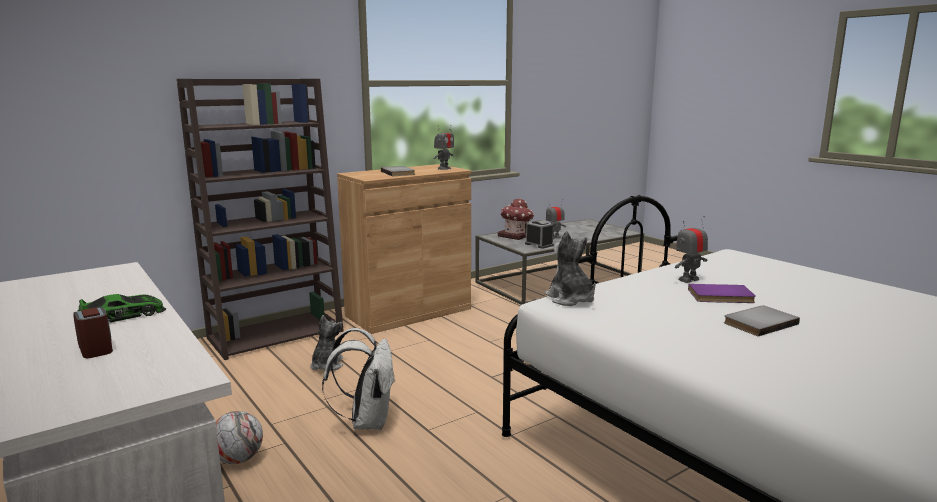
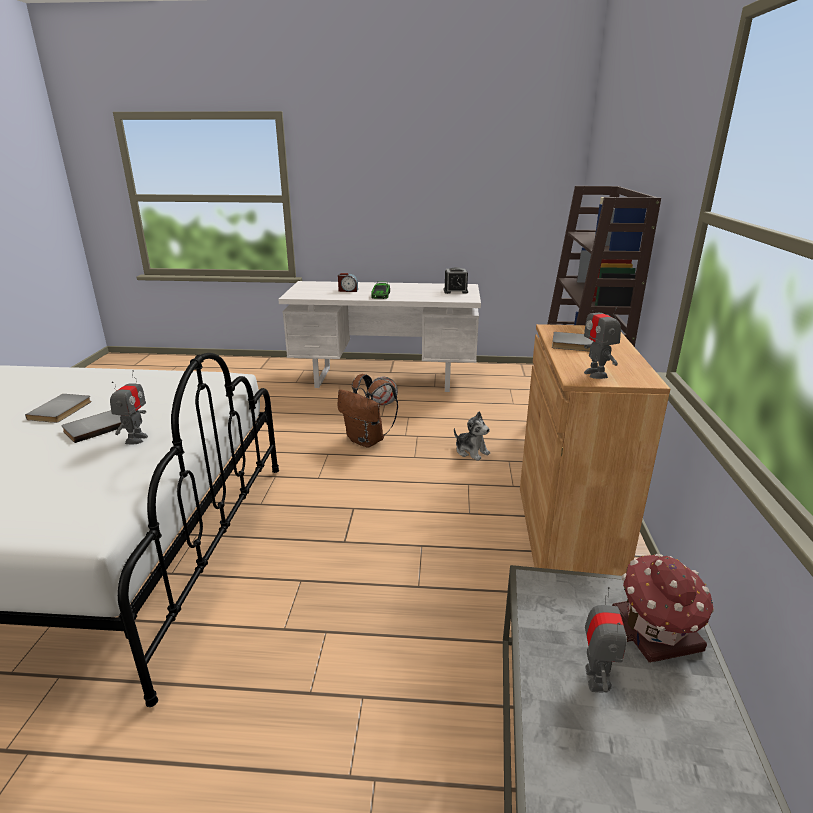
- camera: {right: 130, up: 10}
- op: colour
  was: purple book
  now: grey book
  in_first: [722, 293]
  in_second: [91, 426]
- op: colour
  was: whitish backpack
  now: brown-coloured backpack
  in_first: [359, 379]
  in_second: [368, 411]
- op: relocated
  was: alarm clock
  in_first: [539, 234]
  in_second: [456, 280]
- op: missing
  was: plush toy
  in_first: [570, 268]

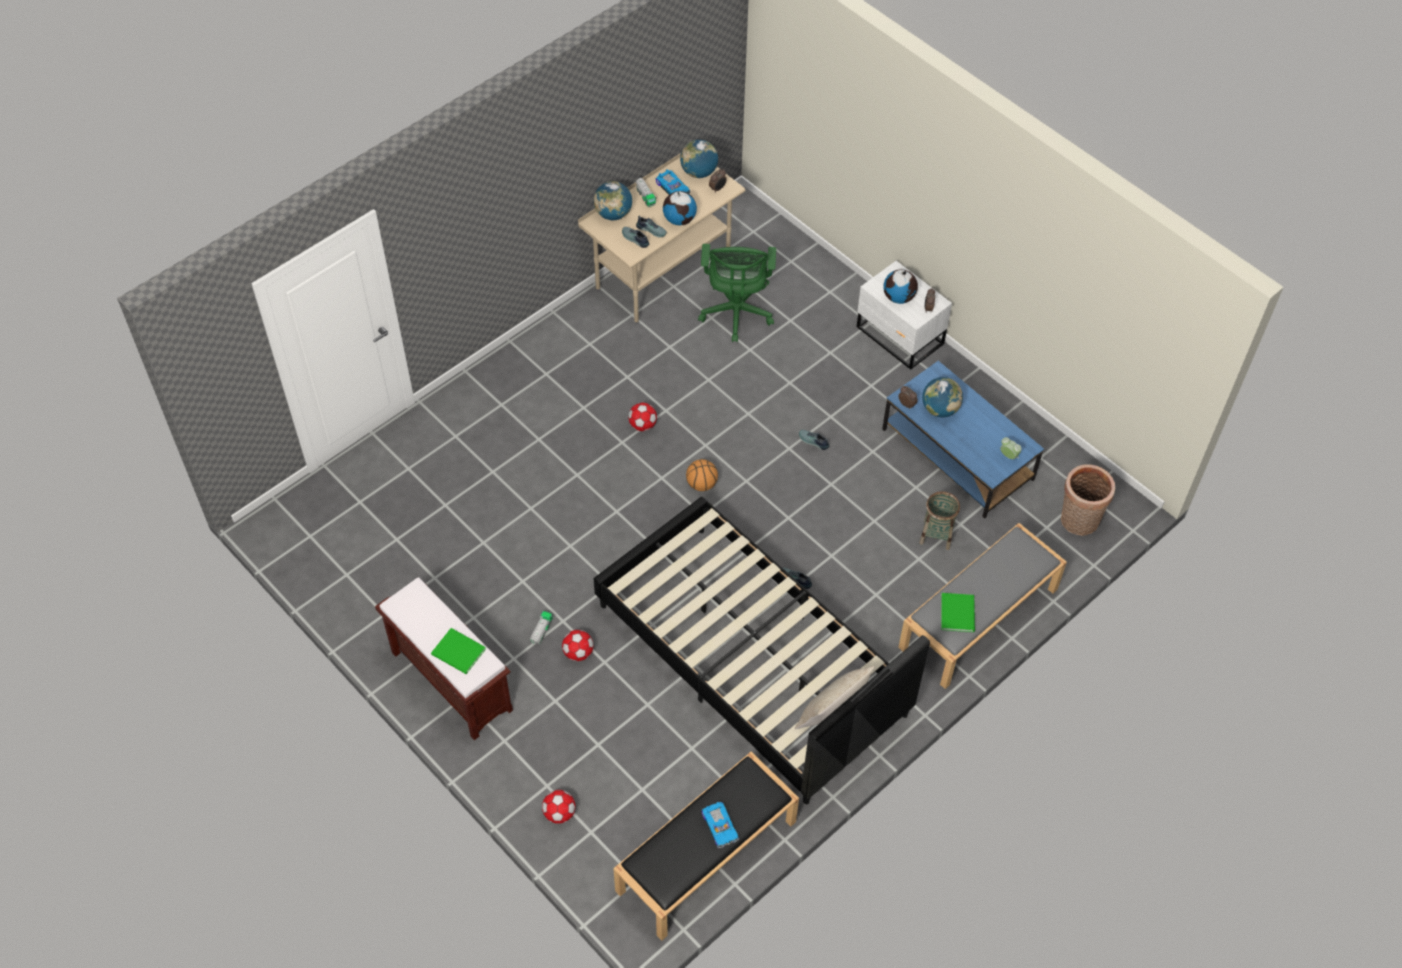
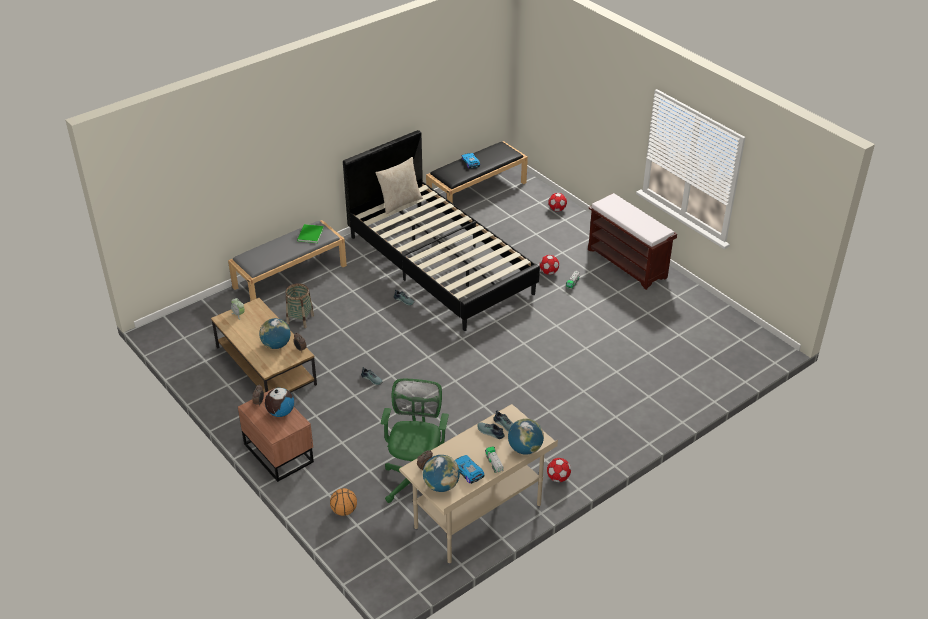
- camera: {right: -175, up: -15}
- op: colour
  was: blue lounge table
  now: brown-coloured lounge table
  in_first: [963, 440]
  in_second: [264, 345]
- op: colour
  was: whitish night table
  now: brown-coloured night table
  in_first: [904, 315]
  in_second: [276, 435]
- op: relocated
  was: basketball
  in_first: [702, 475]
  in_second: [343, 502]
- op: relocated
  was: football
  in_first: [642, 417]
  in_second: [559, 470]
- op: missing
  was: green book
  in_first: [458, 651]
- op: missing
  was: desk globe
  in_first: [680, 208]
- op: missing
  was: storage basket
  in_first: [1088, 500]

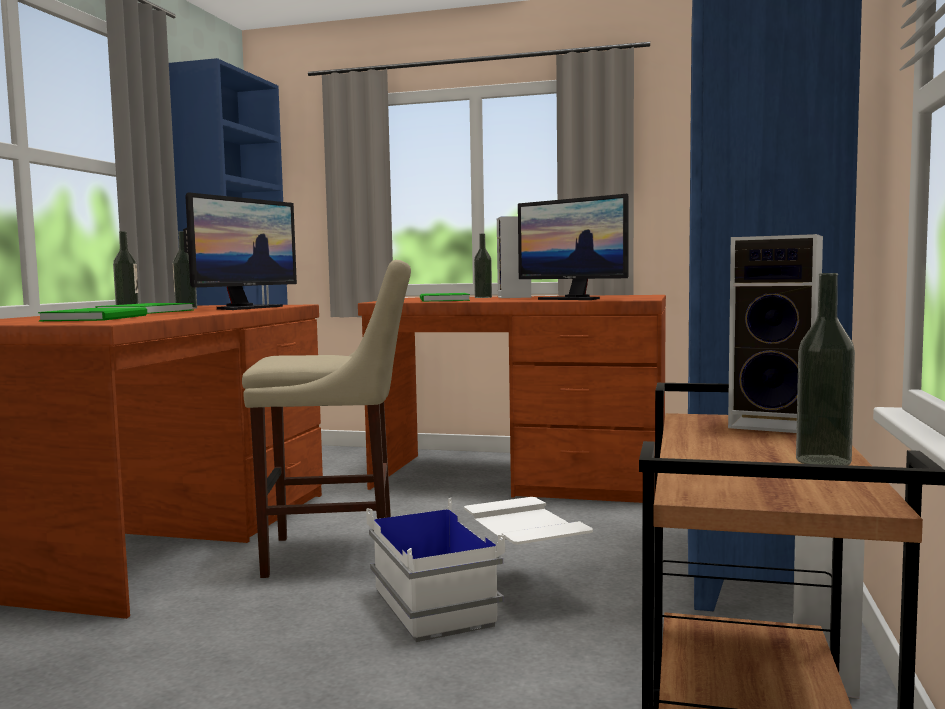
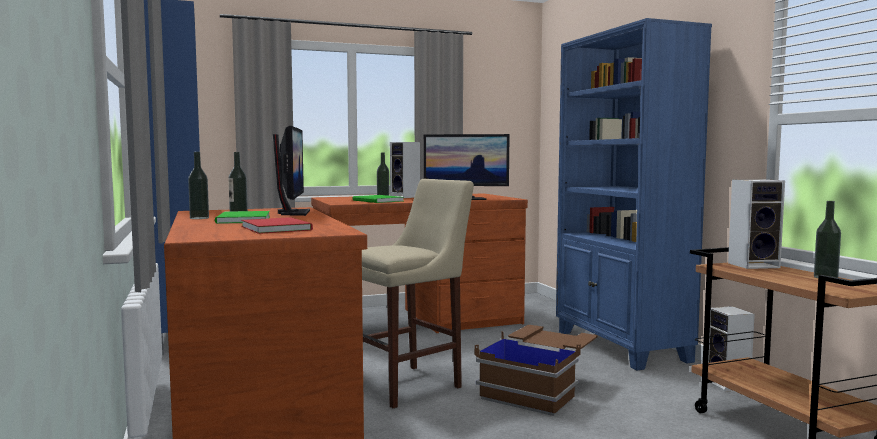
- camera: {right: -35, up: 0}
- op: colour
  was: green book
  now: red book
  in_first: [92, 314]
  in_second: [277, 225]
- op: colour
  was: whitish storage bin
  now: brown-coloured storage bin
  in_first: [479, 569]
  in_second: [536, 370]

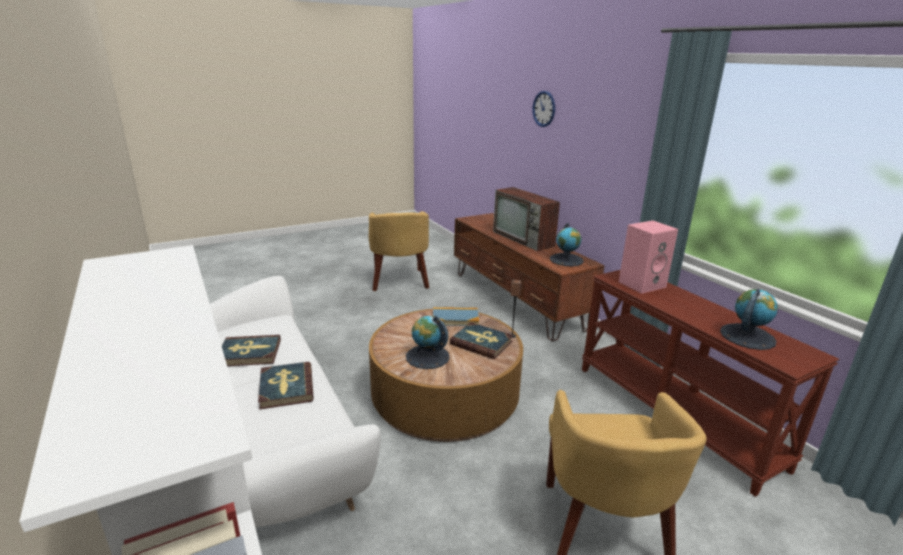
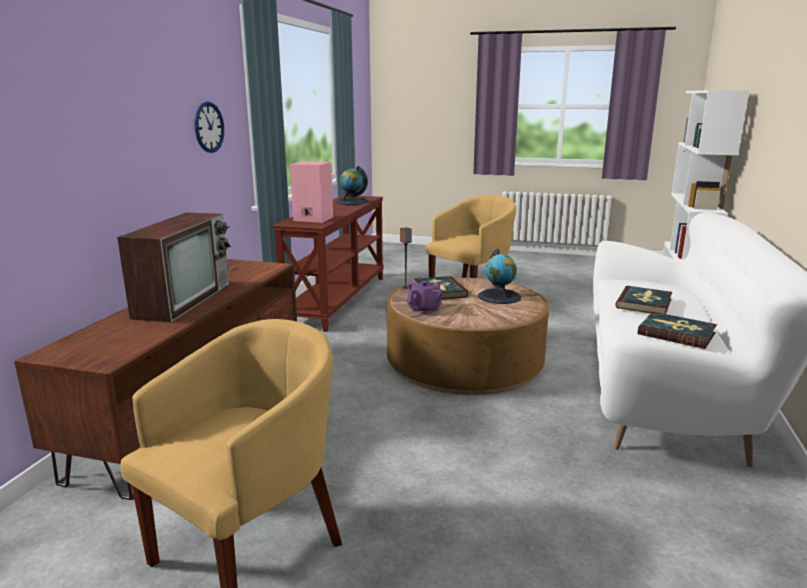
- camera: {right: -135, up: -5}
- op: relocated
  was: hanging clock
  in_first: [543, 109]
  in_second: [209, 127]
- op: exchanged
  was: book
  now: purple teapot
  in_first: [456, 316]
  in_second: [425, 297]
- op: missing
  was: desk globe
  in_first: [567, 244]

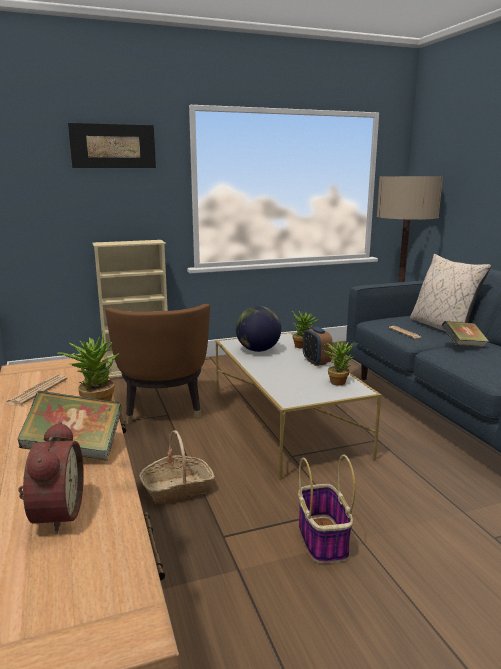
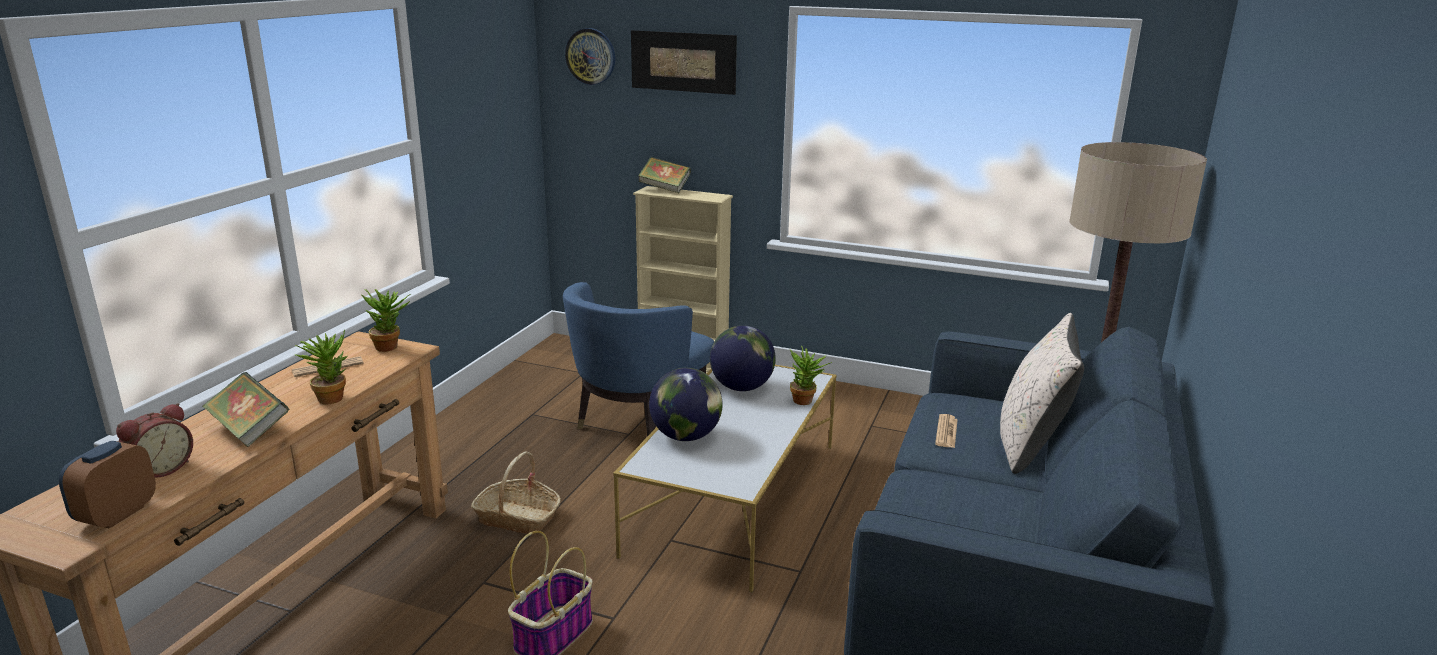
- camera: {right: 40, up: 5}
- op: relocated
  was: alarm clock
  in_first: [318, 346]
  in_second: [107, 485]
- op: relocated
  was: plant in a pot
  in_first: [339, 363]
  in_second: [386, 320]
- op: colour
  was: brown-coloured easy chair
  now: blue easy chair
  in_first: [157, 364]
  in_second: [638, 359]
- op: appeared
  now: hanging clock
  in_second: [590, 56]
- op: relocated
  was: book
  in_first: [465, 334]
  in_second: [664, 175]
- op: appeared
  now: desk globe
  in_second: [686, 404]

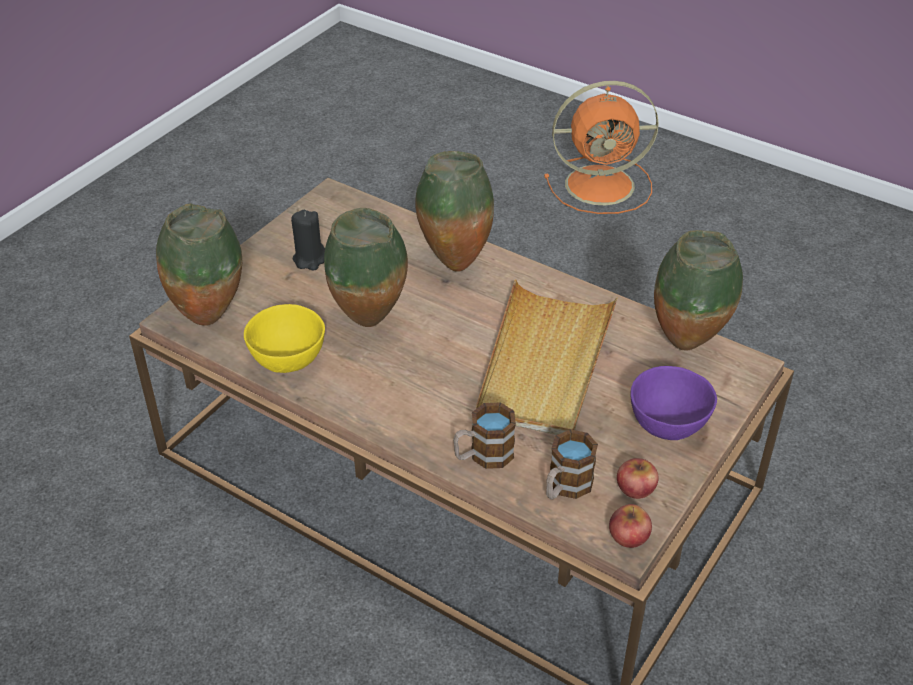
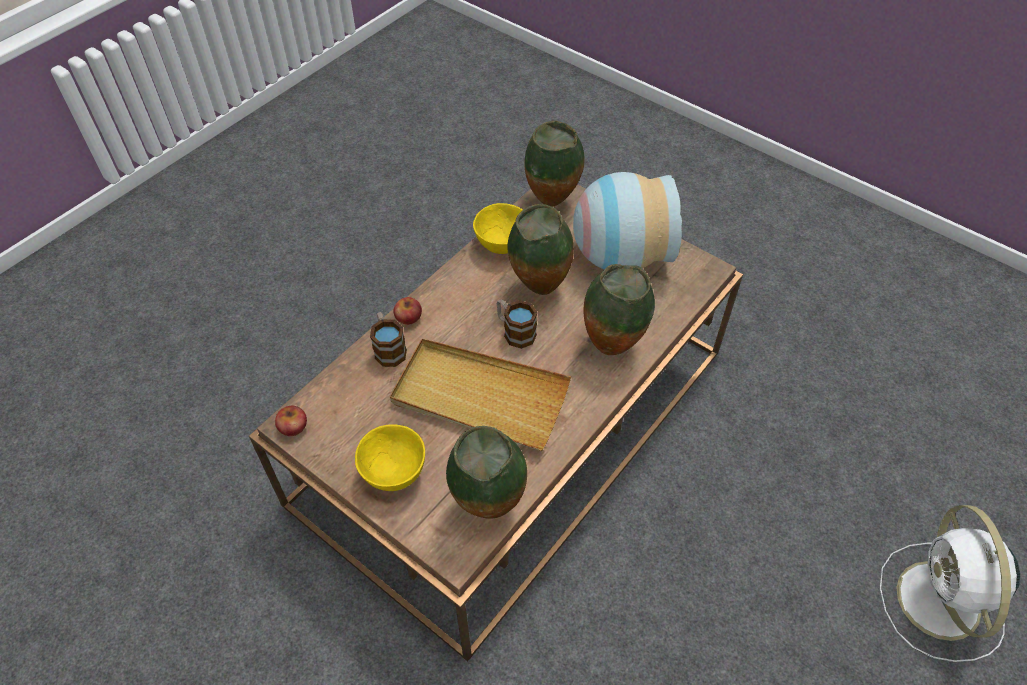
- camera: {right: 95, up: 10}
- op: colour
  was: purple serving bowl
  now: yellowish serving bowl
  in_first: [673, 403]
  in_second: [390, 457]
- op: relocated
  was: apple fruit
  in_first: [638, 478]
  in_second: [407, 311]
- op: relocated
  was: mug
  in_first: [572, 464]
  in_second: [517, 324]
- op: exchanged
  was: black-coloured wax candle
  now: vase
  in_first: [308, 240]
  in_second: [627, 220]
- op: colour
  was: orange-coloured cooling fan
  now: whitish cooling fan
  in_first: [601, 147]
  in_second: [949, 583]

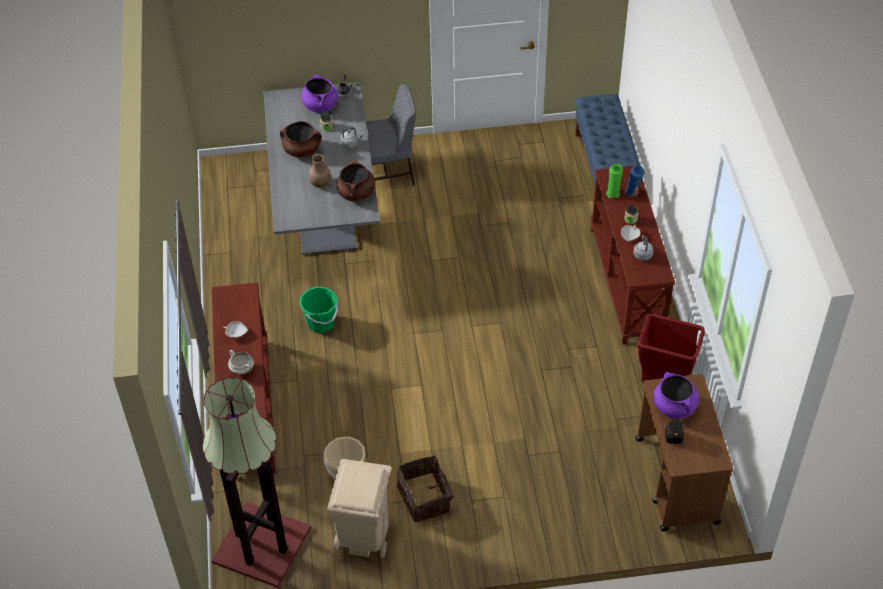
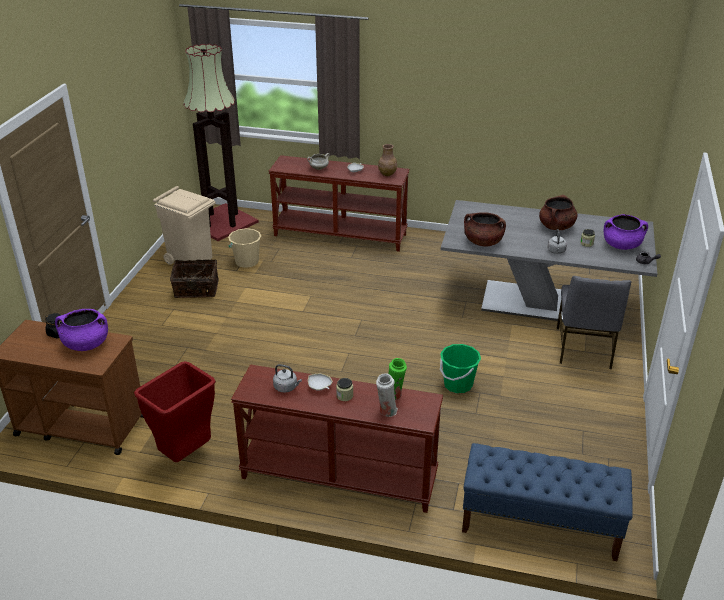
- camera: {right: 110, up: -15}
- op: colour
  was: blue vase
  now: whitish vase
  in_first: [634, 181]
  in_second: [387, 395]
- op: relocated
  was: brown-coloured vase
  in_first: [320, 171]
  in_second: [387, 160]
- op: relocated
  was: green water bucket
  in_first: [318, 310]
  in_second: [460, 368]

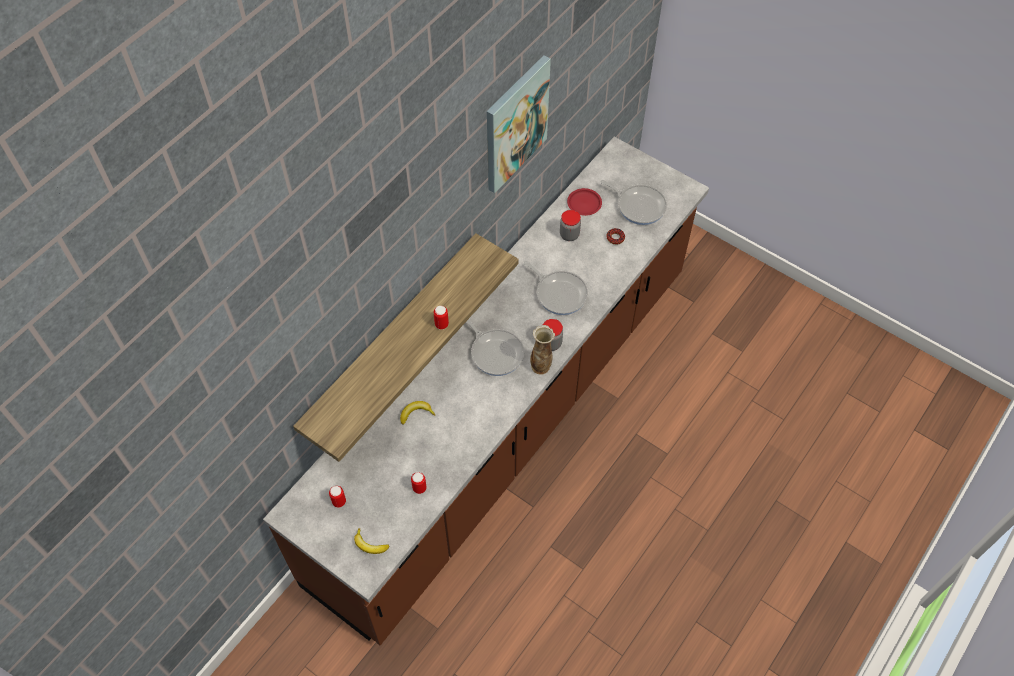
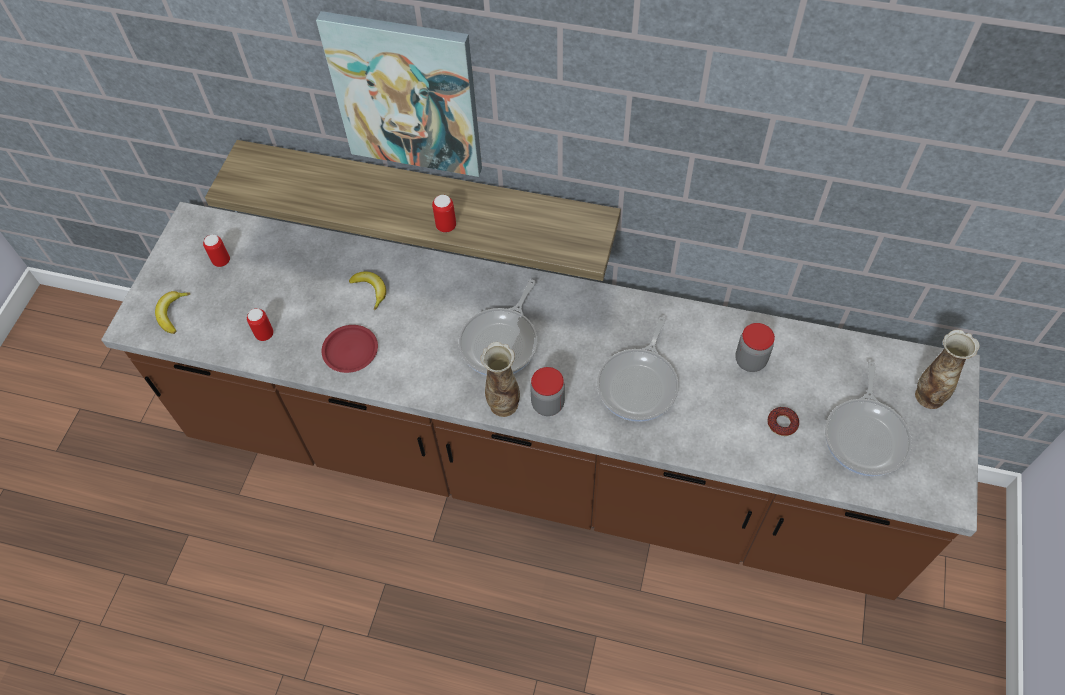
- camera: {right: 70, up: 0}
- op: relocated
  was: picture
  in_first: [519, 124]
  in_second: [399, 94]
- op: relocated
  was: red plate
  in_first: [584, 202]
  in_second: [350, 349]
- op: appeared
  now: vase
  in_second: [947, 369]

